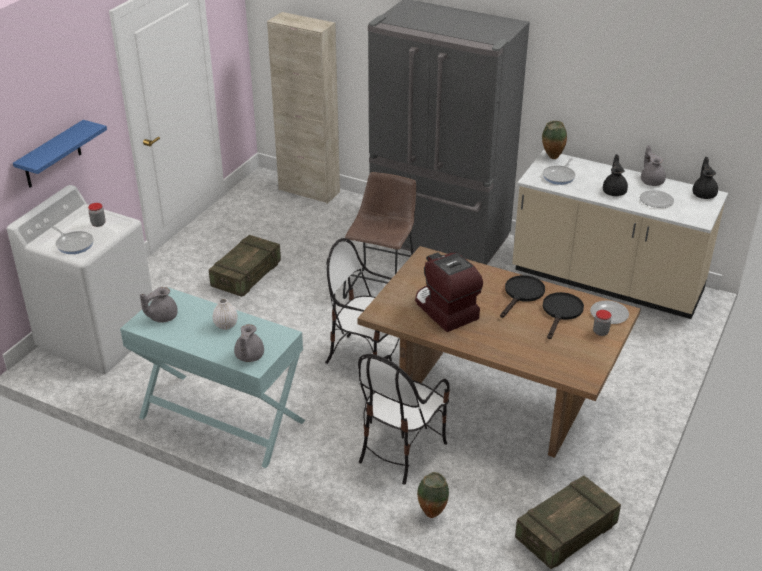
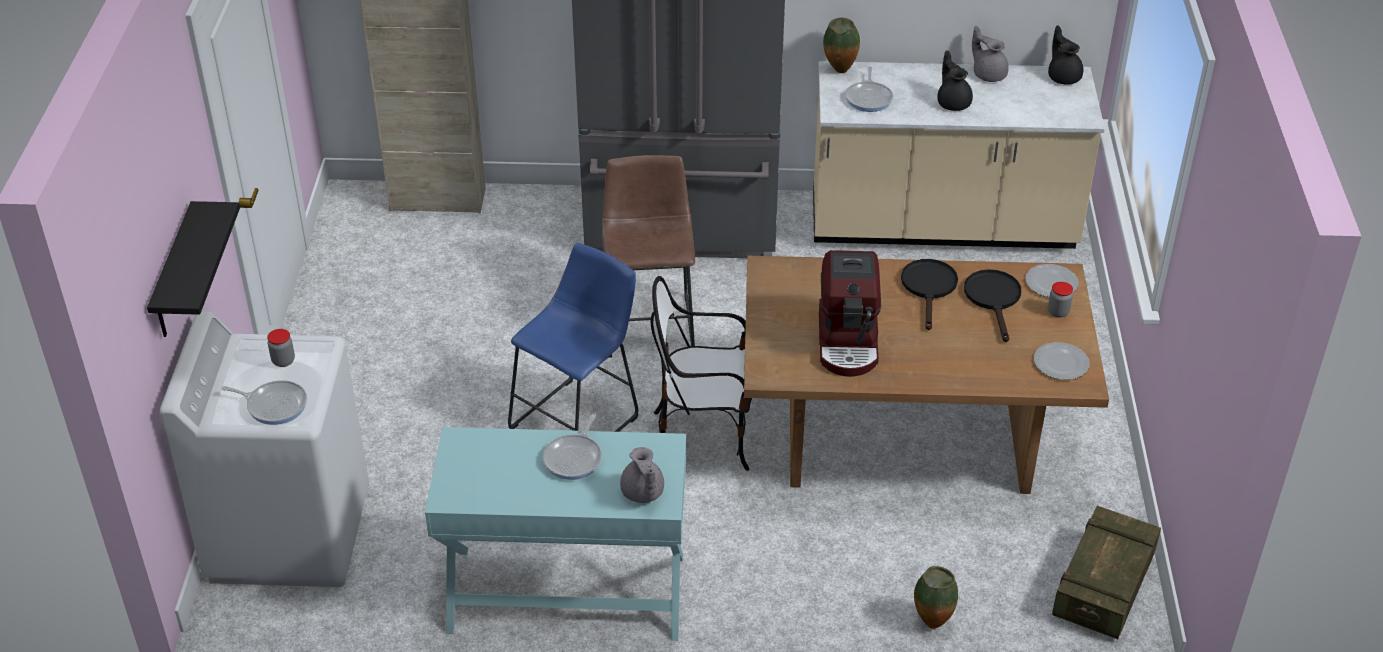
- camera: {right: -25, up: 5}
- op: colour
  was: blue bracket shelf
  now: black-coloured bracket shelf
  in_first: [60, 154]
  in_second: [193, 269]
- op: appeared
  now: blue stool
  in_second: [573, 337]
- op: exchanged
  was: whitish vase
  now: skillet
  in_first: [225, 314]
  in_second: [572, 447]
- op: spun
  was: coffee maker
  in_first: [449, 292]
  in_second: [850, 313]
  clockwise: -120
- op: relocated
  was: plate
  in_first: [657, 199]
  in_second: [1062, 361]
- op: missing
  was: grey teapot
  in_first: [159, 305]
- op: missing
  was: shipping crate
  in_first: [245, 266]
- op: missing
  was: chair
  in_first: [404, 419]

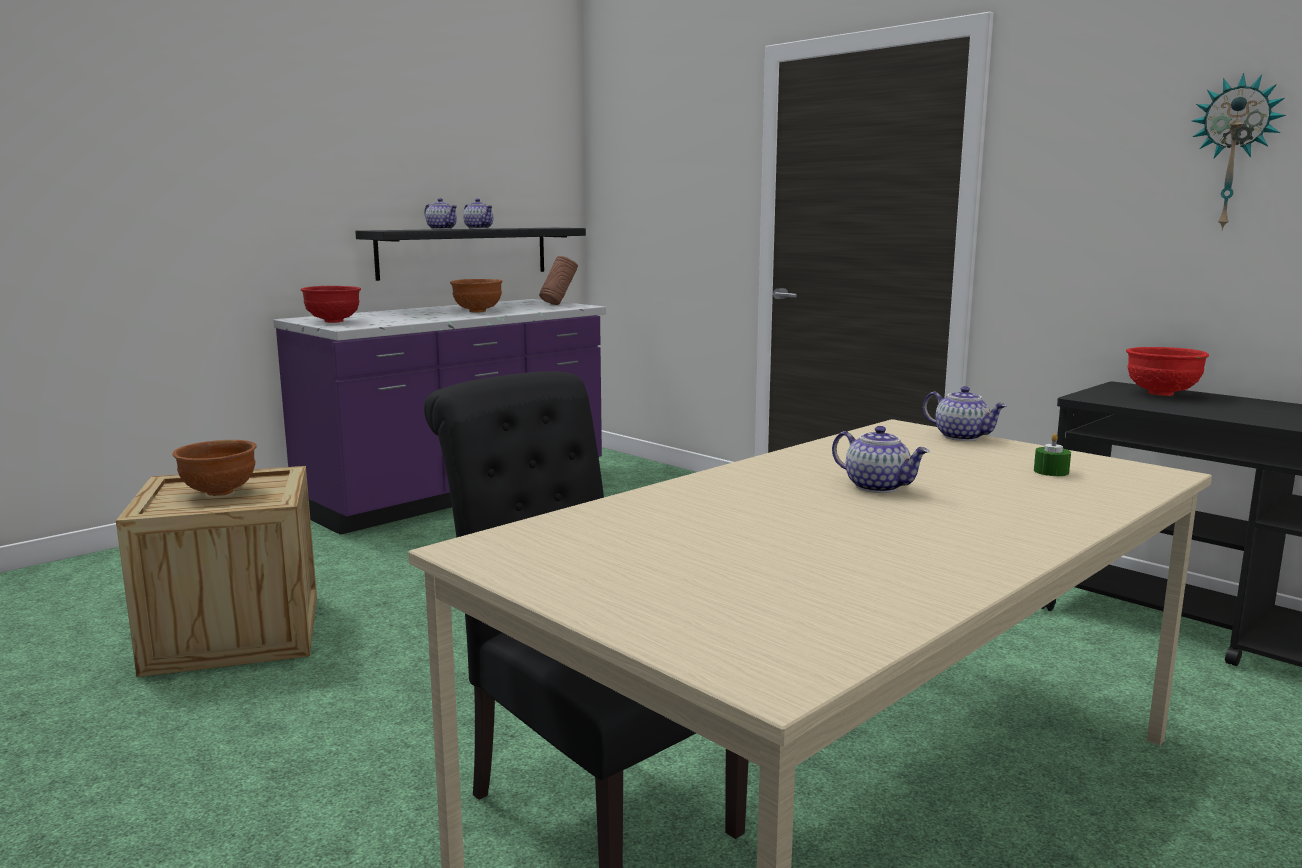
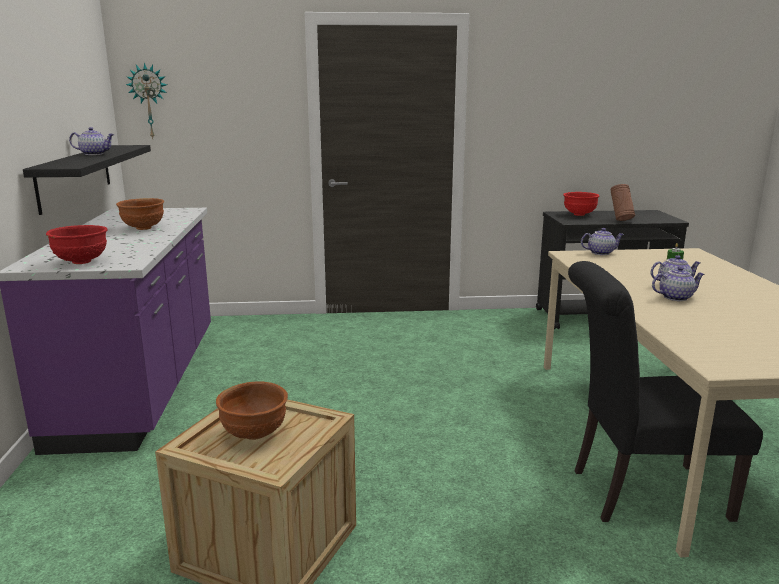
- camera: {right: -50, up: 5}
- op: relocated
  was: hanging clock
  in_first: [1239, 152]
  in_second: [146, 101]
- op: relocated
  was: brown-coloured vase
  in_first: [558, 280]
  in_second: [622, 202]
- op: relocated
  was: teapot
  in_first: [441, 214]
  in_second: [678, 283]

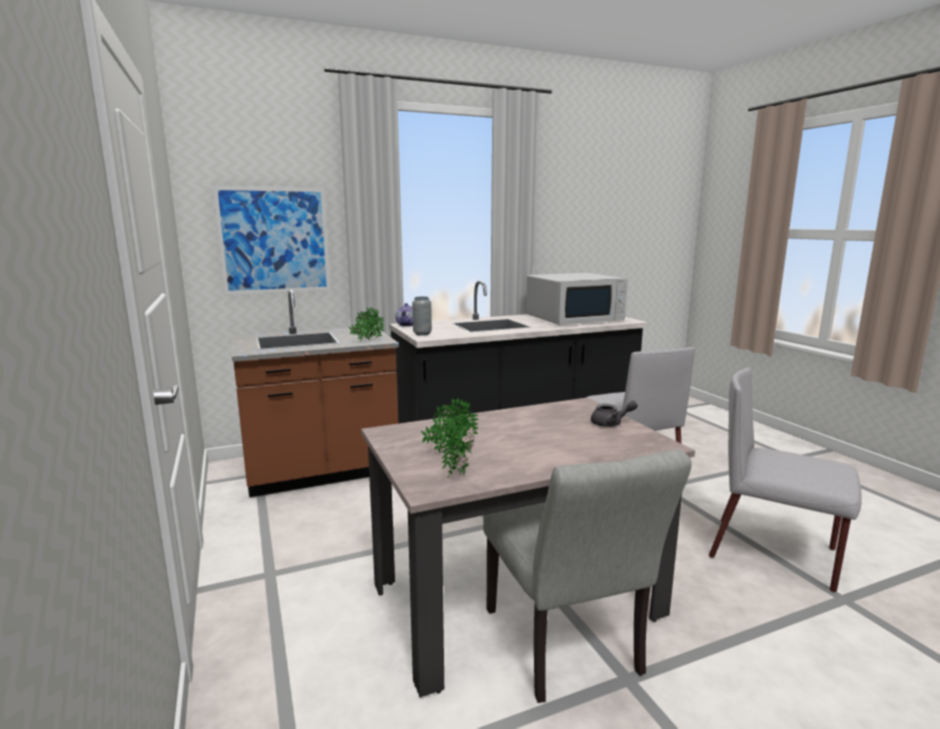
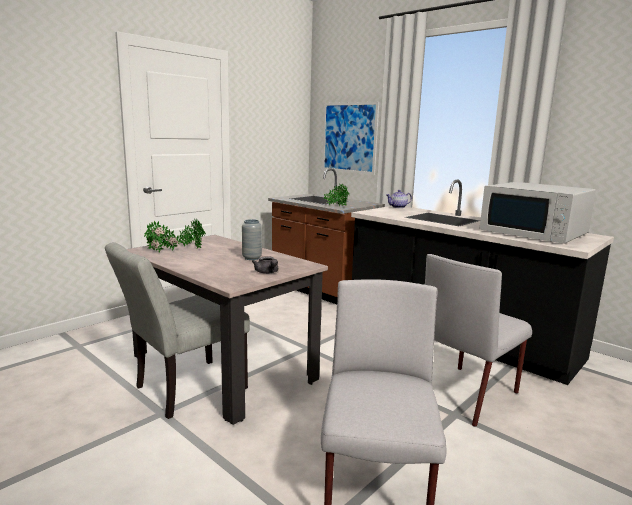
- camera: {right: 65, up: 0}
- op: relocated
  was: grey vase
  in_first: [422, 316]
  in_second: [252, 239]

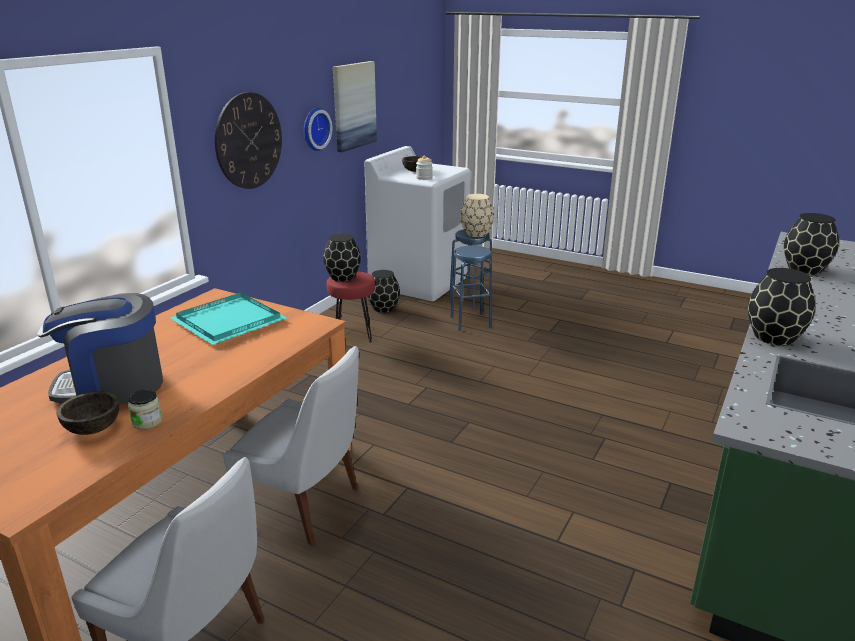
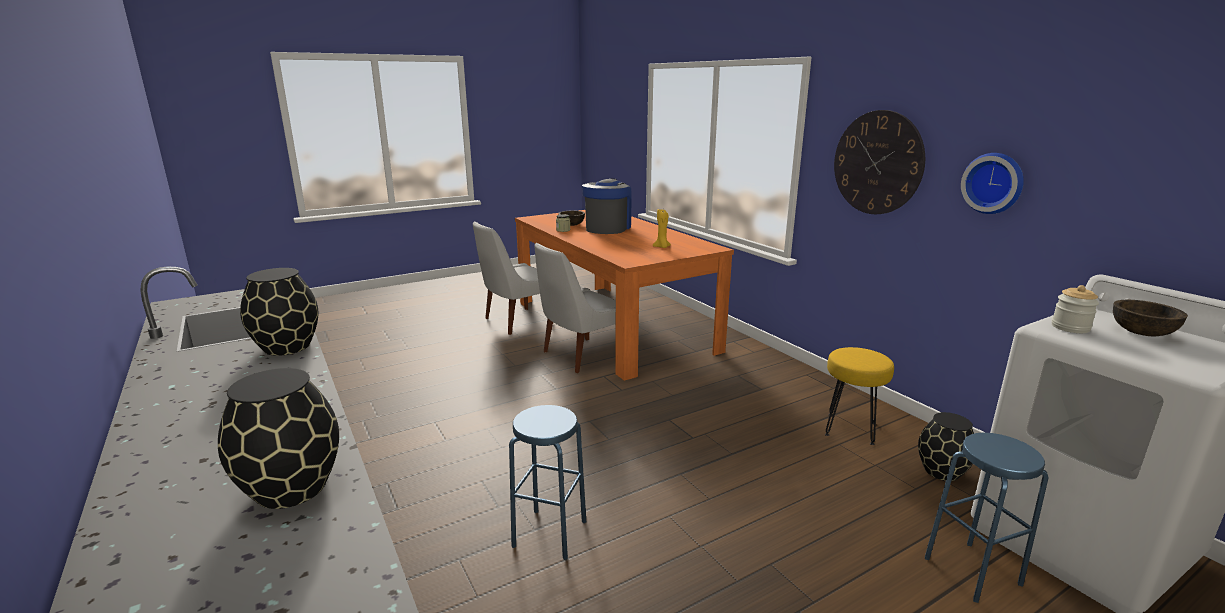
- camera: {right: 120, up: -5}
- op: relocated
  was: blue stool
  in_first: [471, 288]
  in_second: [547, 482]
- op: exchanged
  was: blue-green carrying tray
  now: yellowish wax candle
  in_first: [228, 319]
  in_second: [662, 228]
- op: colour
  was: red stool
  now: yellowish stool
  in_first: [351, 307]
  in_second: [859, 396]
- op: missing
  was: black-coloured vase
  in_first: [342, 258]
- op: missing
  was: picture
  in_first: [355, 106]
- op: missing
  was: beige vase
  in_first: [477, 215]

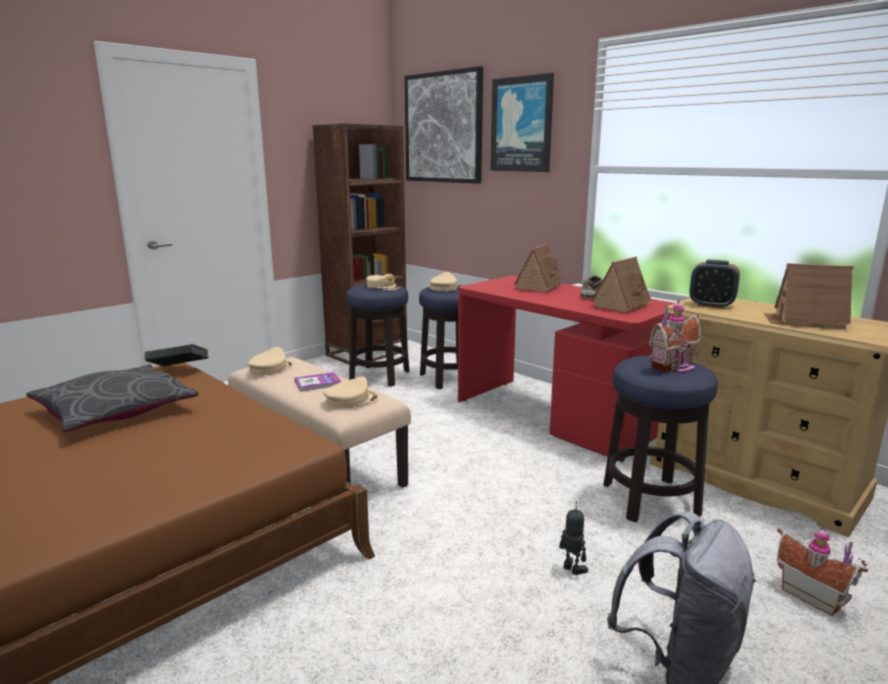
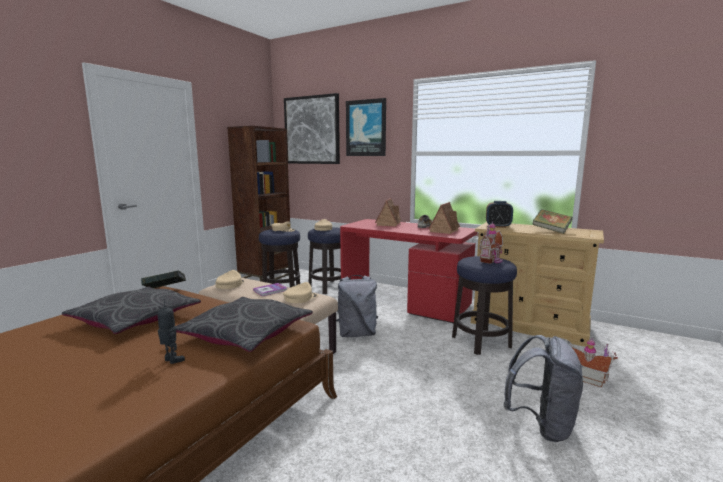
- camera: {right: -15, up: -5}
- op: relocated
  was: toy robot
  in_first: [573, 538]
  in_second: [171, 331]
- op: appeared
  now: grey throw pillow
  in_second: [244, 324]
- op: appeared
  now: grey backpack
  in_second: [357, 306]
- op: exchanged
  was: model house
  now: book
  in_first: [808, 296]
  in_second: [552, 221]

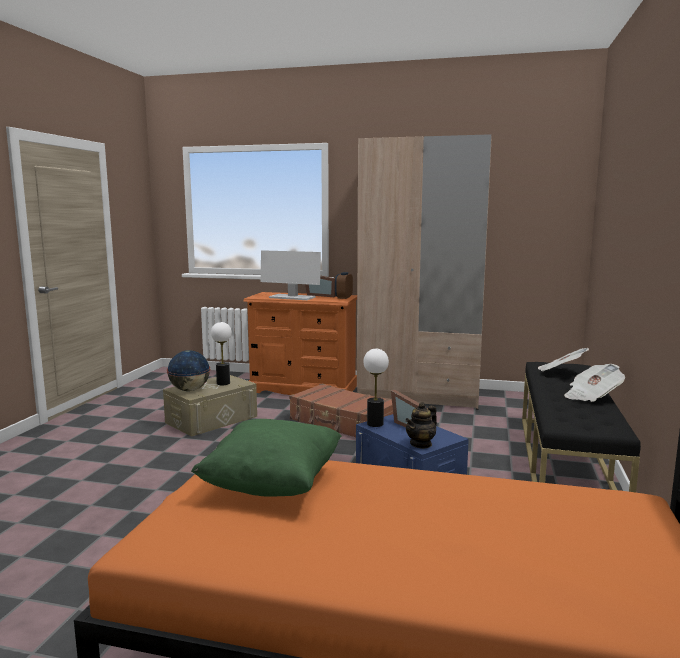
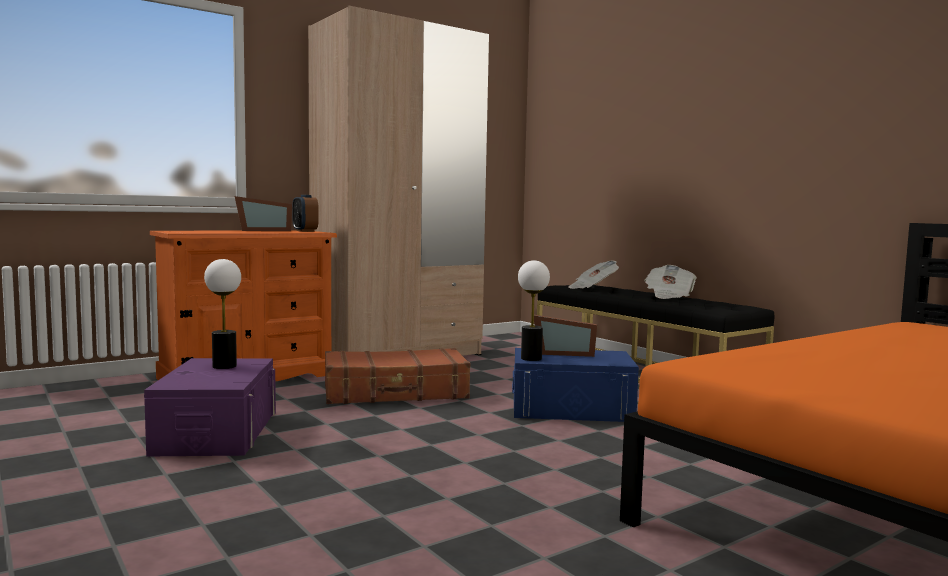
- camera: {right: -50, up: -5}
- op: colour
  was: beige storage bin
  now: purple storage bin
  in_first: [210, 406]
  in_second: [210, 407]
- op: missing
  was: desk globe
  in_first: [188, 370]
- op: missing
  was: green throw pillow
  in_first: [266, 458]
- op: missing
  was: computer screen
  in_first: [291, 275]
- op: missing
  was: teapot
  in_first: [421, 425]

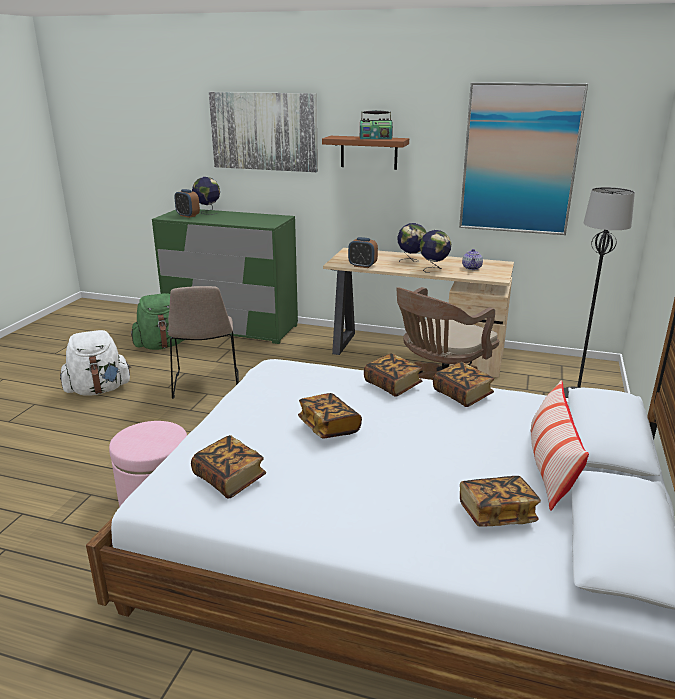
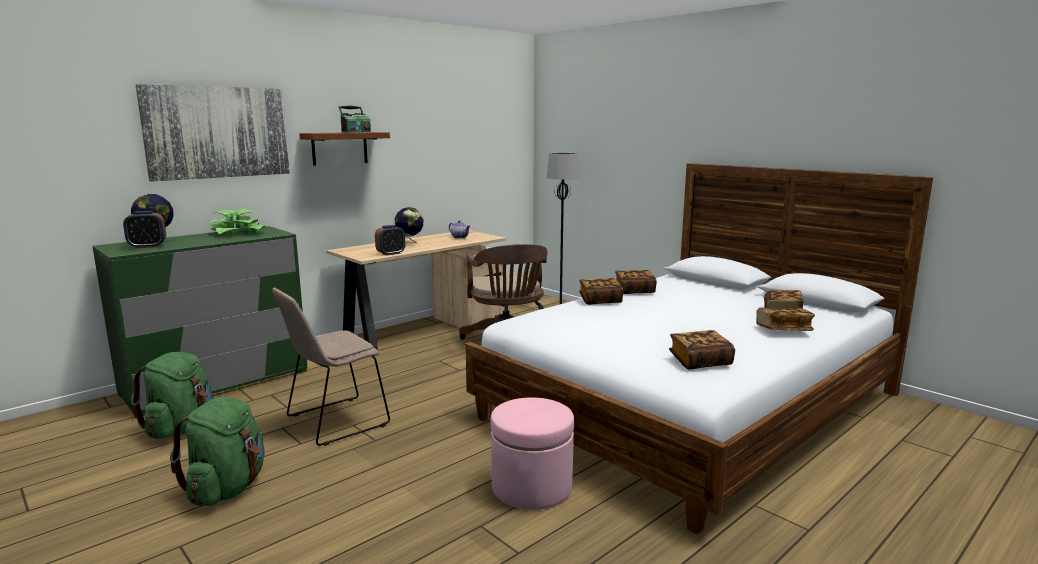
- camera: {right: -60, up: -10}
- op: colour
  was: whitish backpack
  now: green backpack
  in_first: [95, 363]
  in_second: [217, 451]
- op: appeared
  now: plant in a pot
  in_second: [237, 222]
- op: spun
  was: beige chair
  in_first: [203, 342]
  in_second: [331, 367]
  clockwise: 120
- op: relocated
  was: book
  in_first: [330, 415]
  in_second: [785, 319]
- op: missing
  was: desk globe
  in_first: [435, 251]
- op: missing
  was: picture
  in_first: [523, 158]
- op: missing
  was: throw pillow
  in_first: [559, 445]

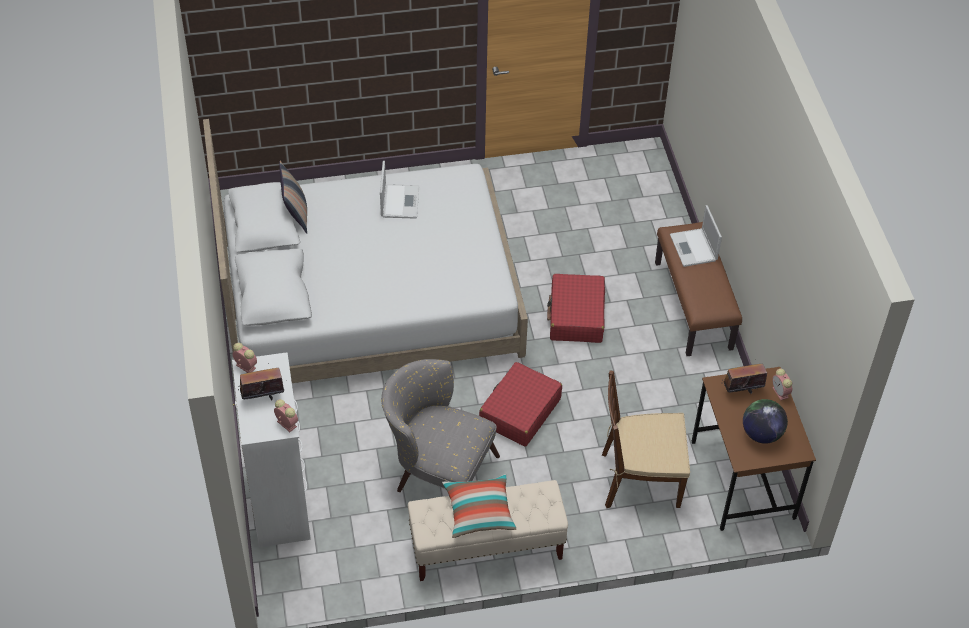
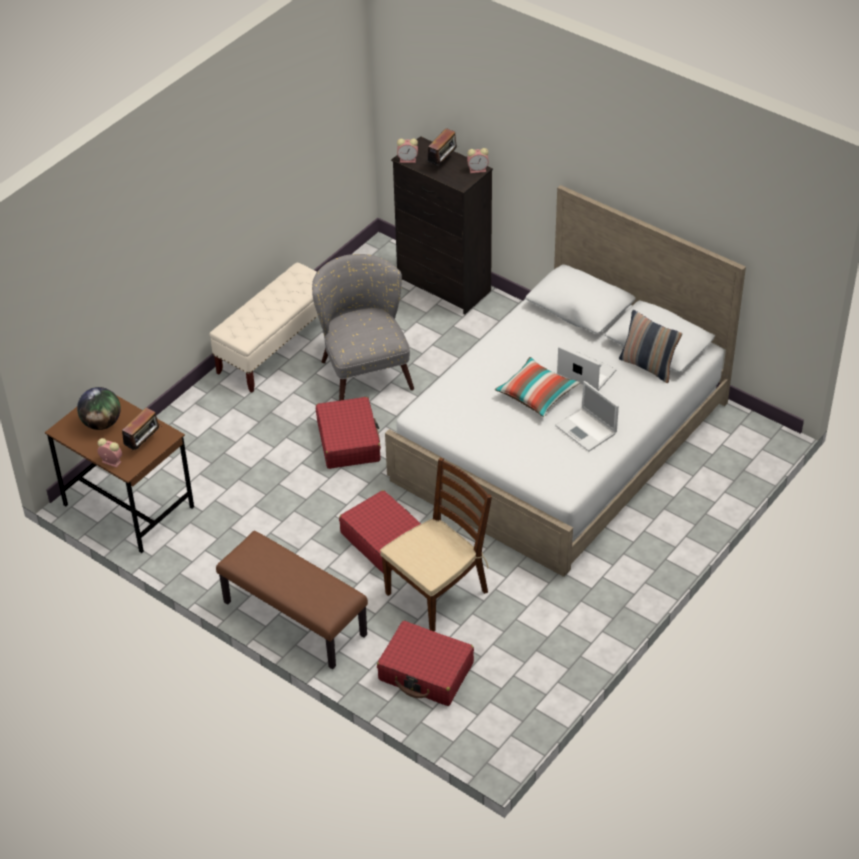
- camera: {right: 140, up: -5}
- op: spun
  was: grey easy chair
  in_first: [440, 425]
  in_second: [363, 327]
  clockwise: -90
- op: appeared
  now: red suitcase
  in_second: [425, 663]
- op: relocated
  was: brown-coloured chair
  in_first: [646, 439]
  in_second: [436, 545]
- op: colour
  was: whitish dresser
  now: black-coloured dresser
  in_first: [271, 449]
  in_second: [442, 225]
- op: relocated
  was: throw pillow
  in_first: [479, 506]
  in_second: [537, 387]
- op: relocated
  was: notebook computer
  in_first: [696, 236]
  in_second: [587, 368]

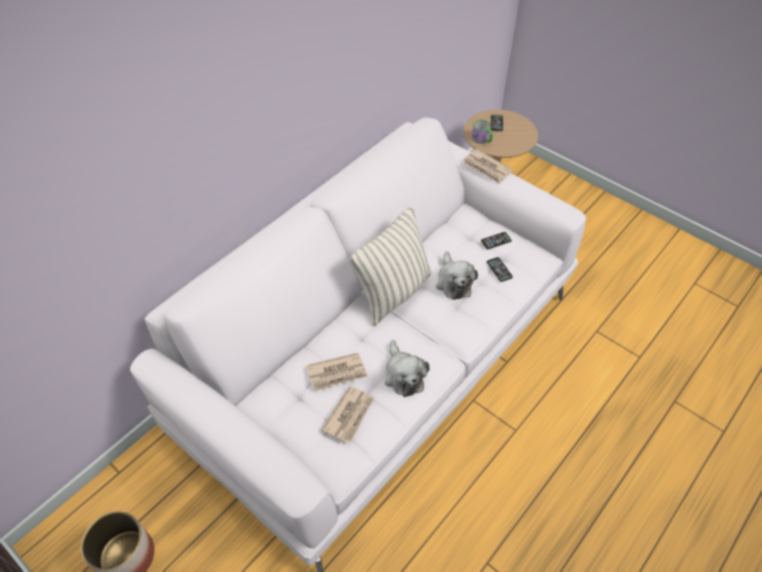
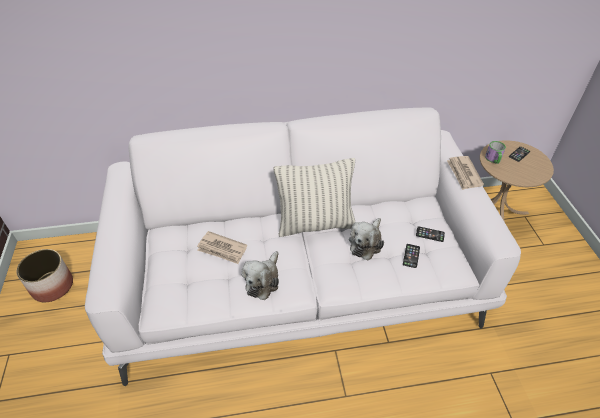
- camera: {right: 40, up: -5}
- op: missing
  was: printed paper
  in_first: [348, 414]

